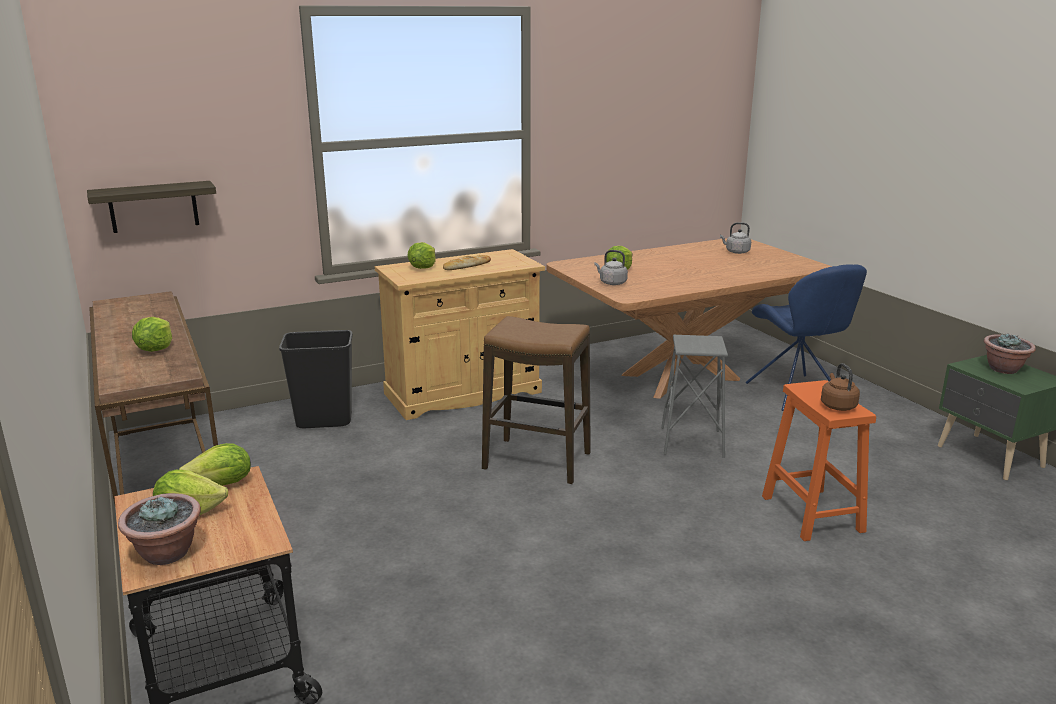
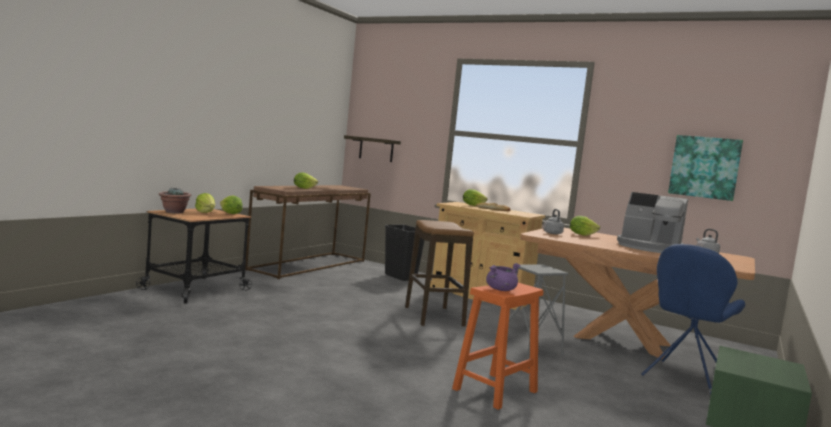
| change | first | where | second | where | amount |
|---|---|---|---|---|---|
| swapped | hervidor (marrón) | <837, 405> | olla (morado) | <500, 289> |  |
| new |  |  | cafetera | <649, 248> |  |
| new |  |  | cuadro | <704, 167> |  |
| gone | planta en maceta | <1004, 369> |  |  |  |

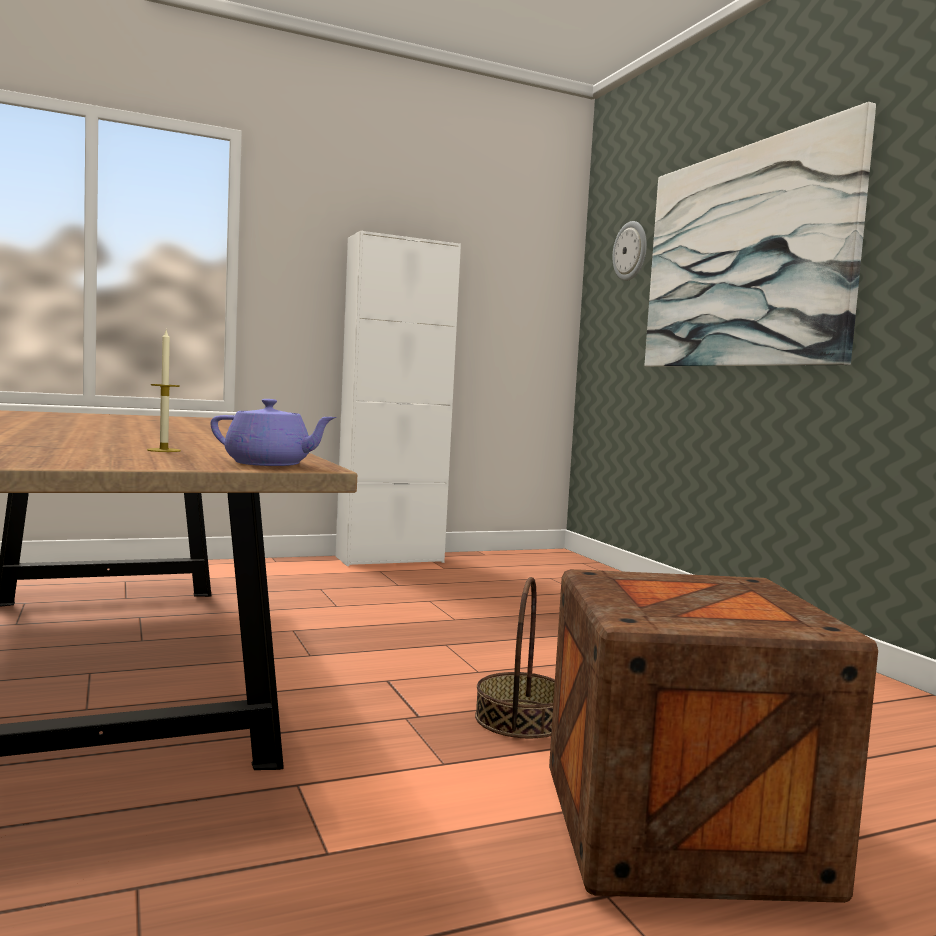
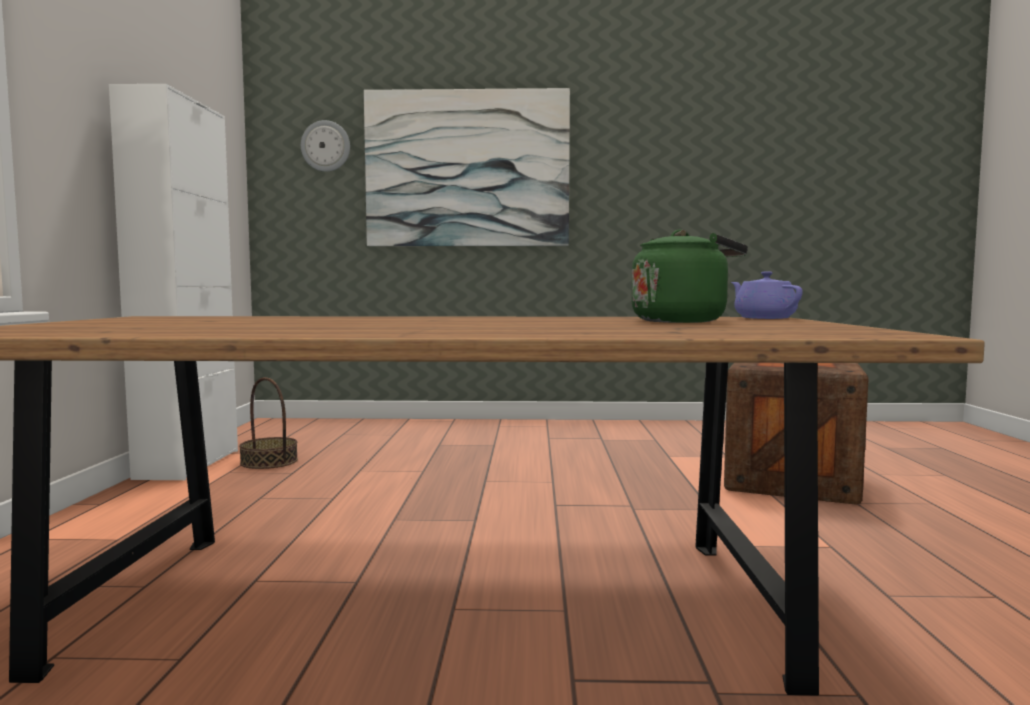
| change | first | where | second | where | amount |
|---|---|---|---|---|---|
| shifted | cesta | <521, 719> |  | <269, 461> |  |
| swapped | vela | <164, 450> | hervidor (verde) | <682, 321> |  |
| rotated | tetera (morado) | <270, 464> |  | <763, 318> | 60 degrees counterclockwise |

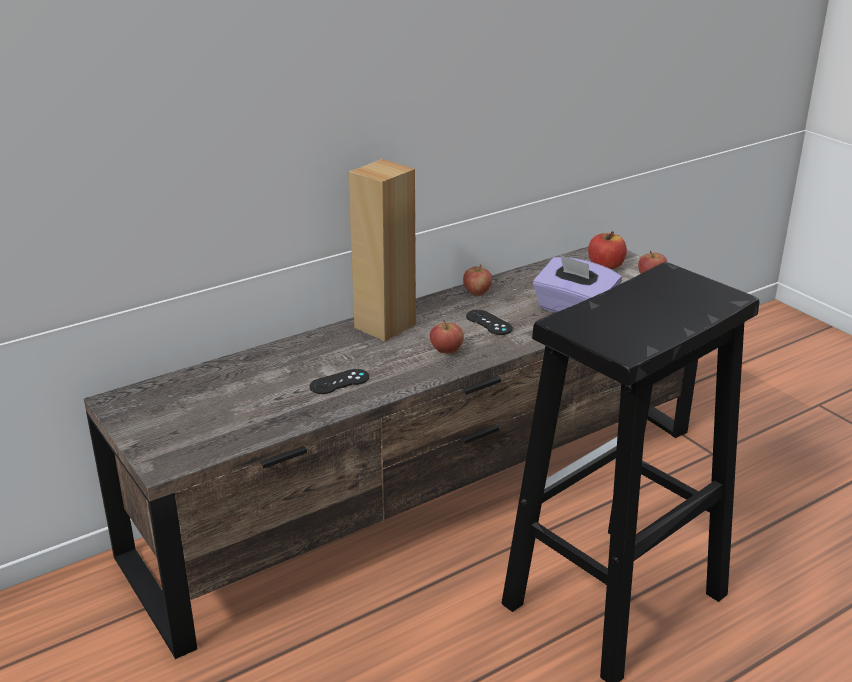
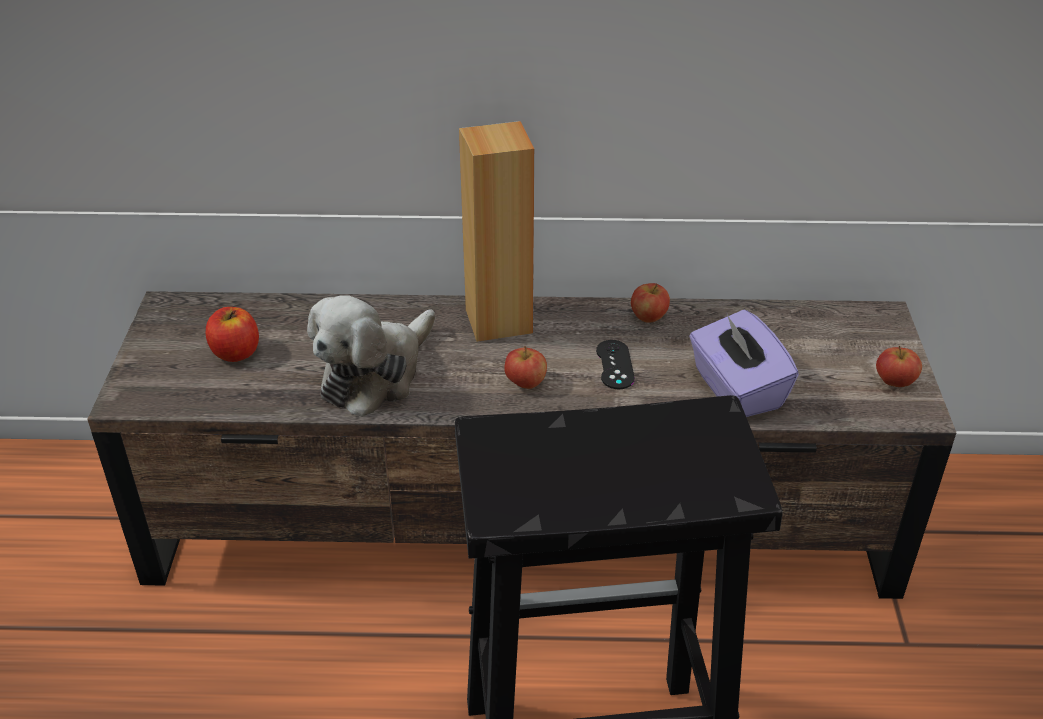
| change | first | where | second | where | amount |
|---|---|---|---|---|---|
| shifted | manzana | <605, 266> |  | <236, 352> |  |
| swapped | mando de consola (negro) | <339, 382> | peluche | <375, 374> |  |

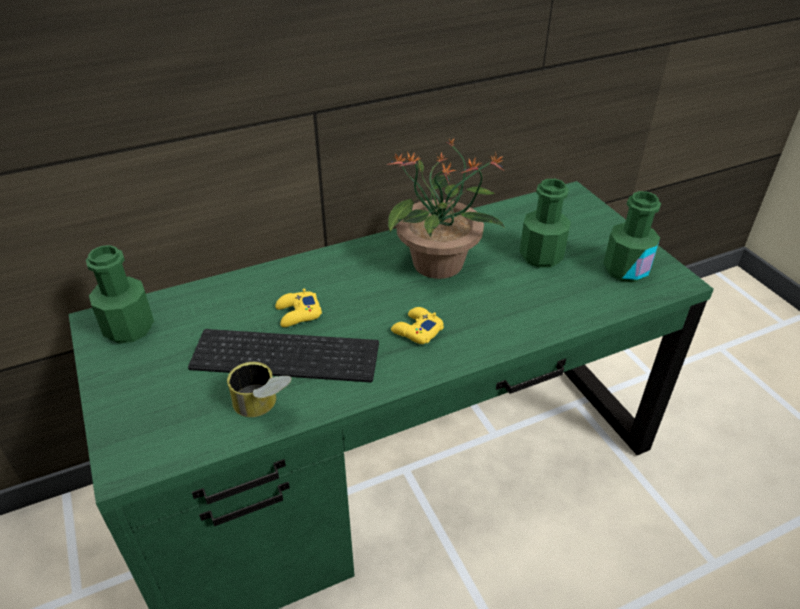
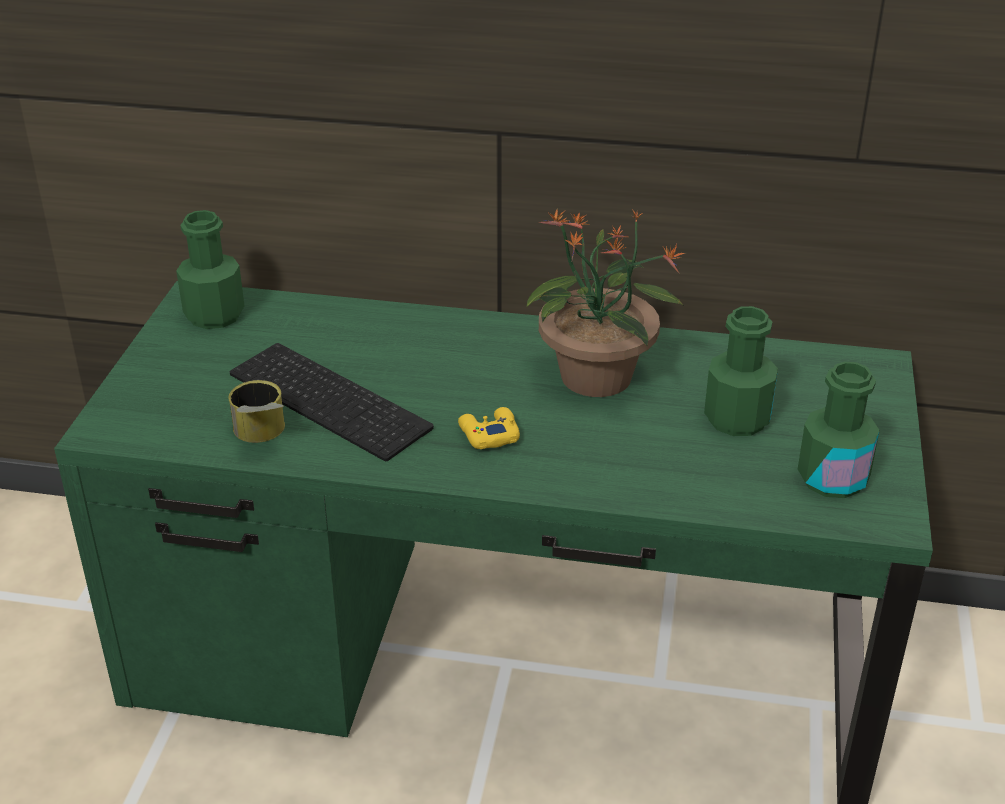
| change | first | where | second | where | amount |
|---|---|---|---|---|---|
| gone | mando de consola (amarillo) | <298, 314> |  |  |  |

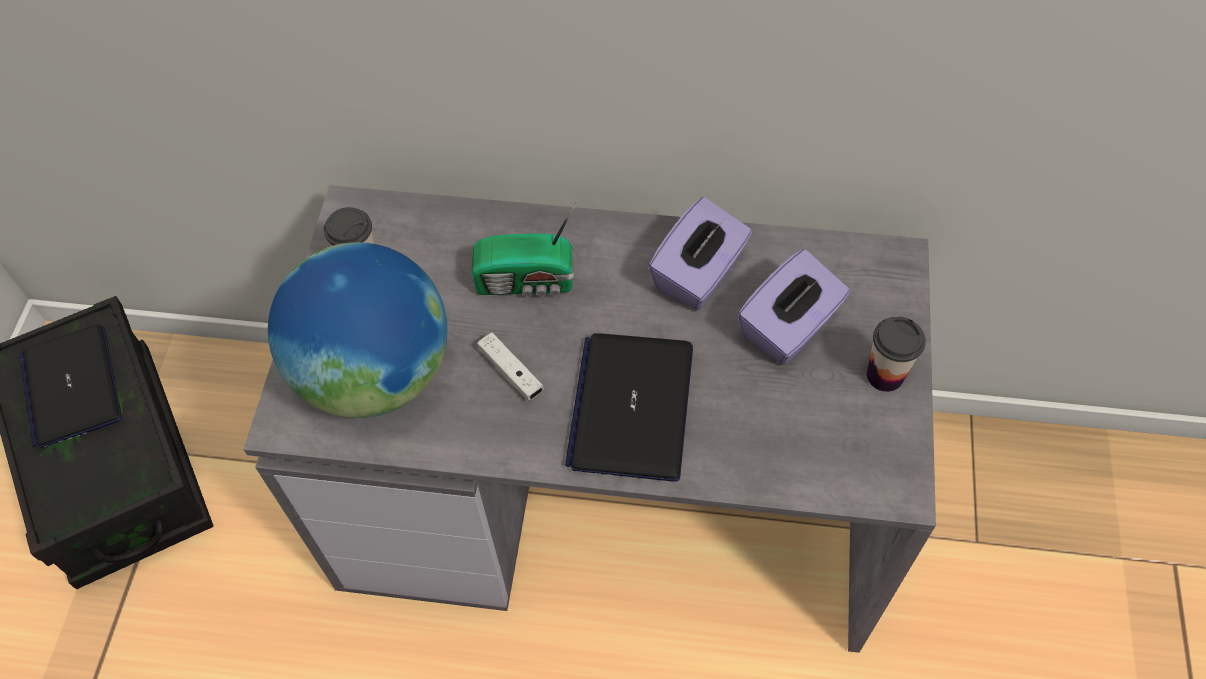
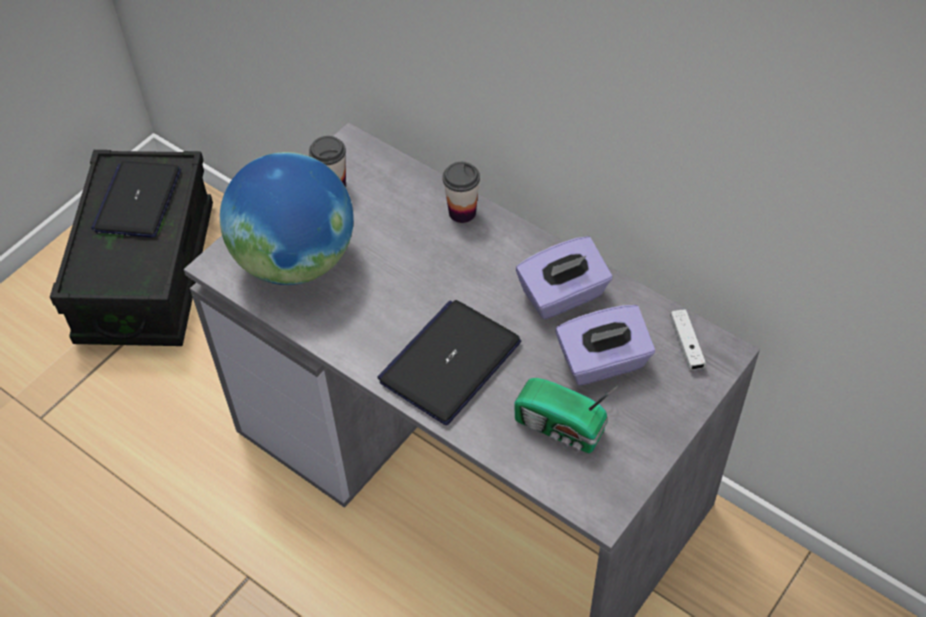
| change | first | where | second | where | amount |
|---|---|---|---|---|---|
| shifted | taza | <885, 375> |  | <462, 212> |  |
| shifted | radio | <528, 281> |  | <561, 429> |  |
| shifted | mando de consola (blanco) | <511, 372> |  | <686, 344> |  |

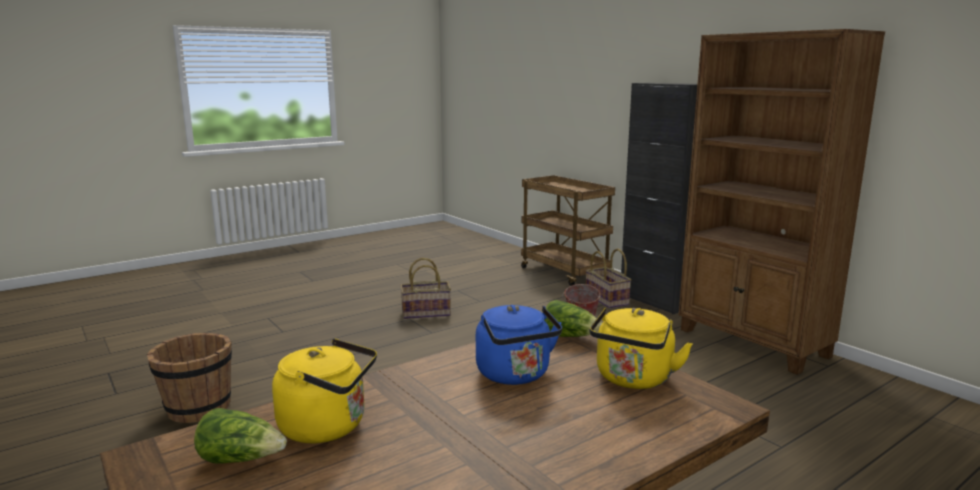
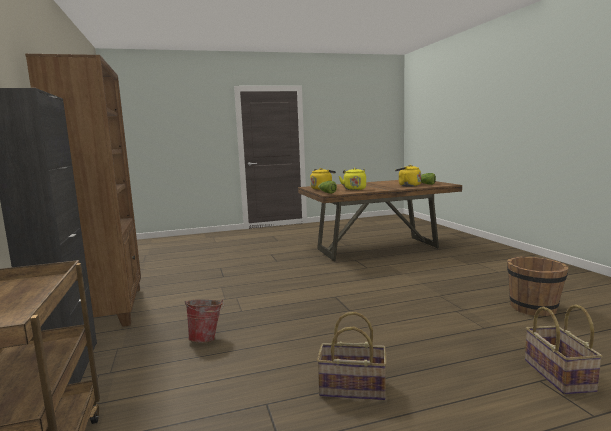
| change | first | where | second | where | amount |
|---|---|---|---|---|---|
| repainted | hervidor (azul) | <516, 375> | hervidor (amarillo) | <354, 189> |  |
| shifted | cesta | <607, 299> |  | <557, 375> |  |

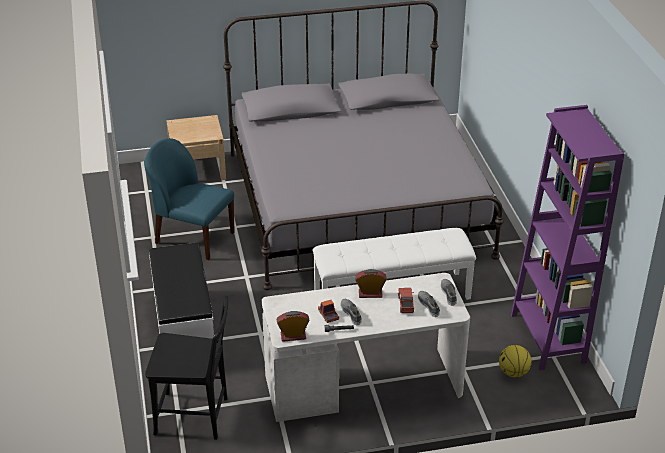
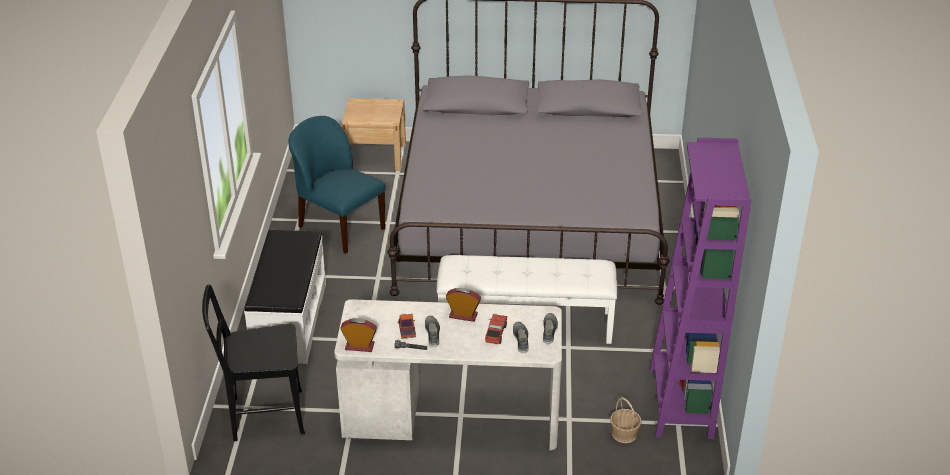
| change | first | where | second | where | amount |
|---|---|---|---|---|---|
| rotated | silla (negro) | <196, 416> |  | <262, 416> | 150 degrees clockwise |
| swapped | balón de baloncesto | <513, 373> | cesta | <624, 434> |  |

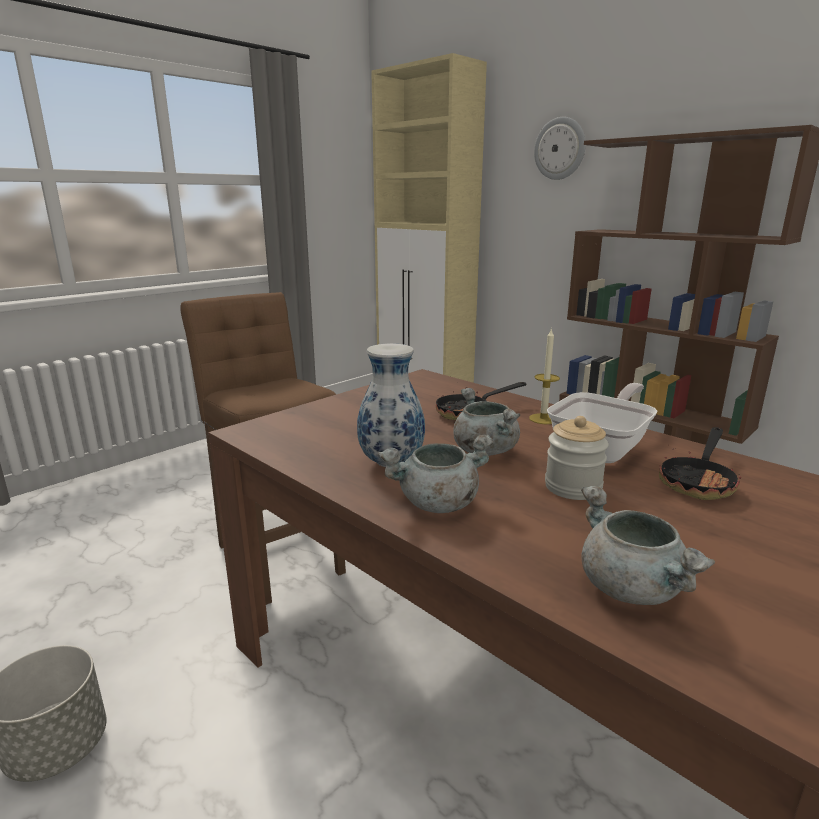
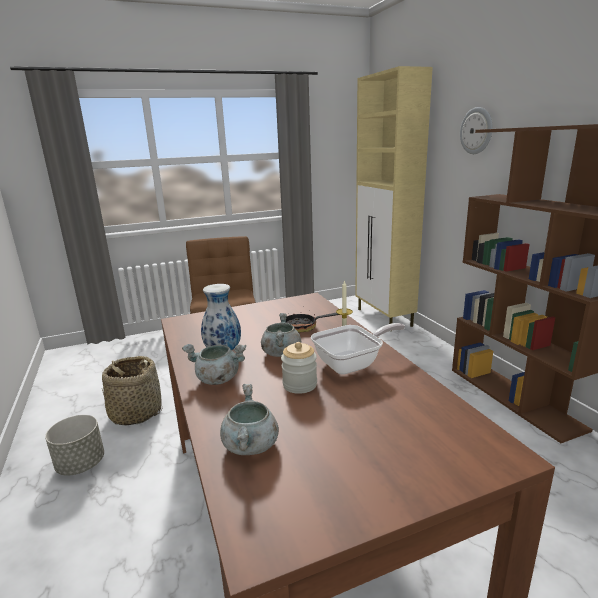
| change | first | where | second | where | amount |
|---|---|---|---|---|---|
| new |  |  | cesta | <136, 413> |  |
| gone | sartén | <699, 482> |  |  |  |

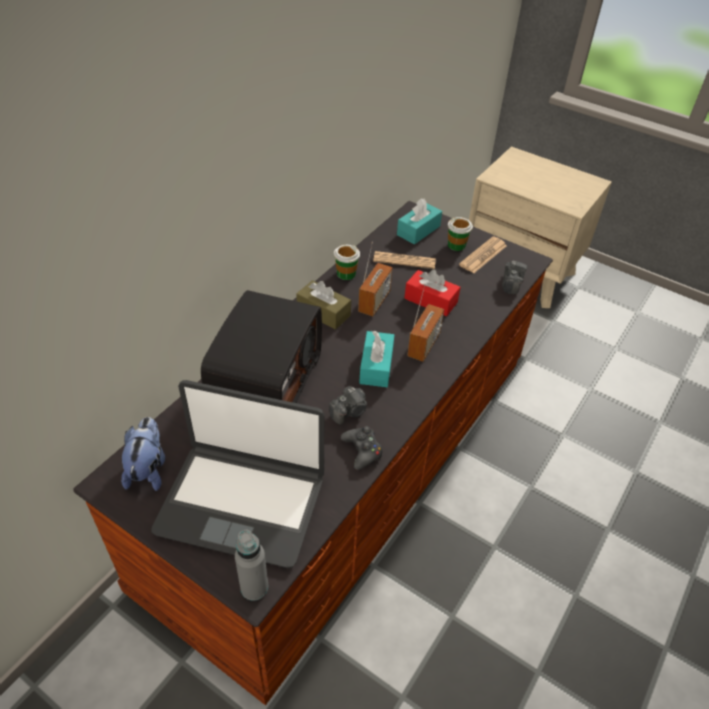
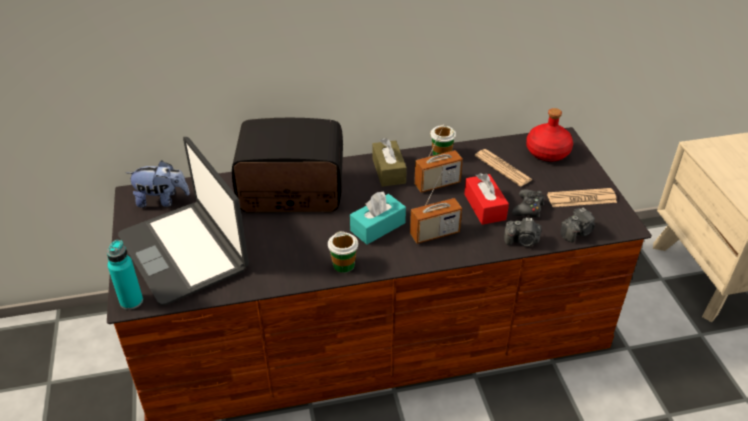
| change | first | where | second | where | amount |
|---|---|---|---|---|---|
| repainted | botella (gris) | <254, 587> | botella (turquesa) | <131, 301> |  |
| rotated | peluche | <148, 469> |  | <162, 200> | 45 degrees clockwise |
| rotated | radio | <265, 381> |  | <291, 192> | 150 degrees counterclockwise |
| shifted | taza | <456, 245> |  | <343, 265> |  |
| shifted | cámara | <349, 412> |  | <522, 241> |  |
| shifted | mando de consola (negro) | <362, 450> |  | <528, 208> |  |
| swapped | caja de pañuelos (turquesa) | <418, 230> | botella (rojo) | <547, 152> |  |

